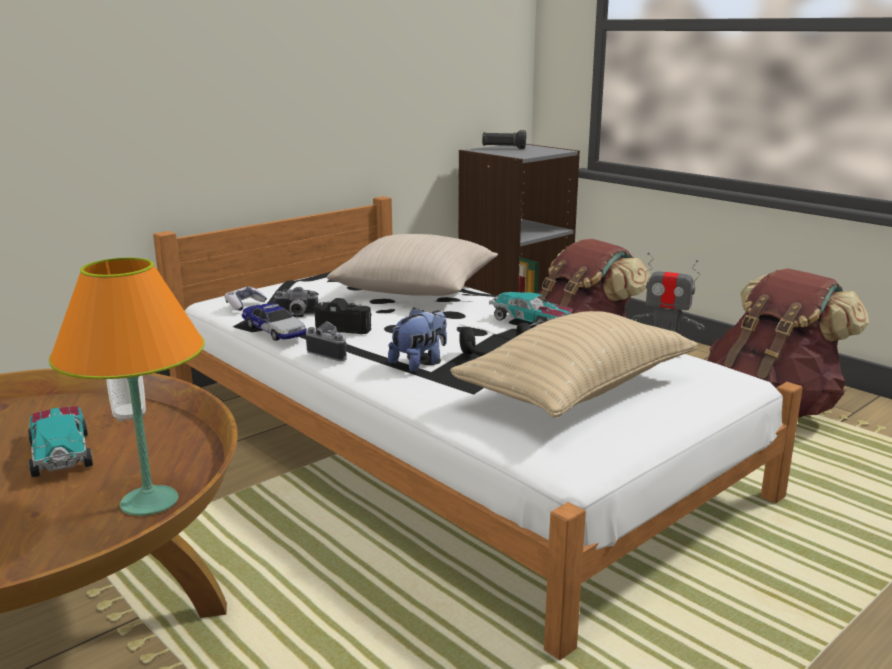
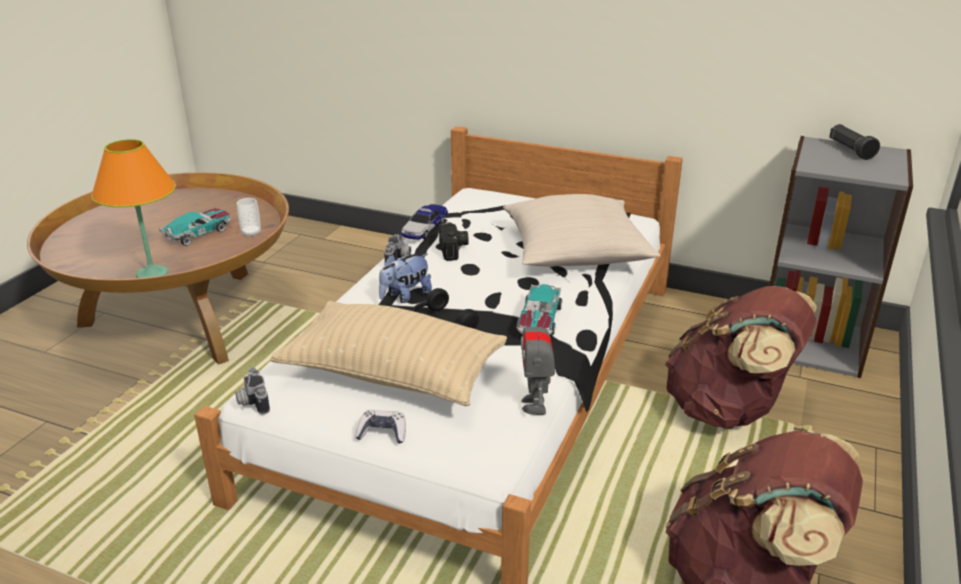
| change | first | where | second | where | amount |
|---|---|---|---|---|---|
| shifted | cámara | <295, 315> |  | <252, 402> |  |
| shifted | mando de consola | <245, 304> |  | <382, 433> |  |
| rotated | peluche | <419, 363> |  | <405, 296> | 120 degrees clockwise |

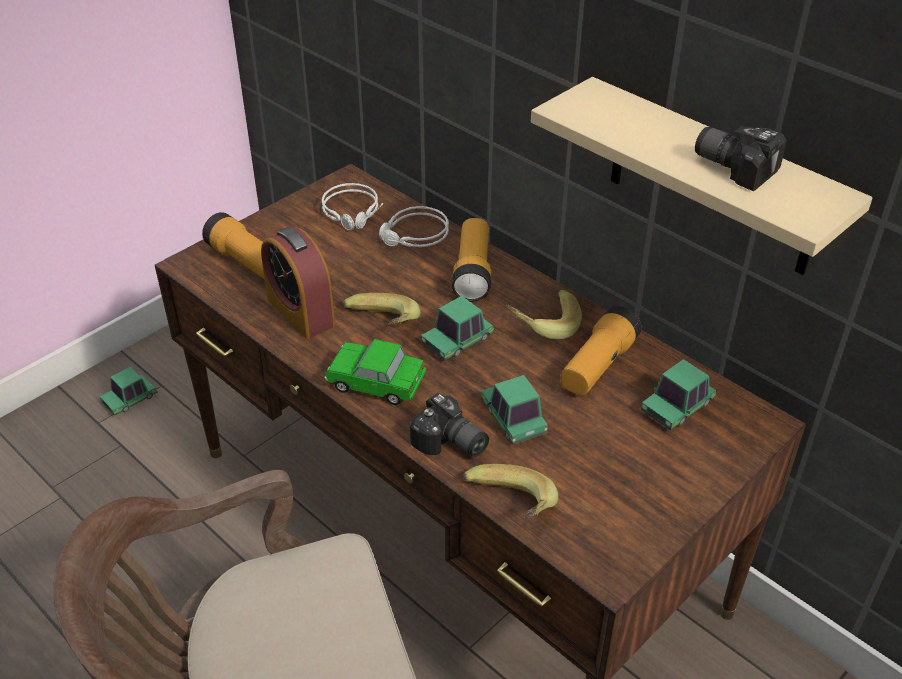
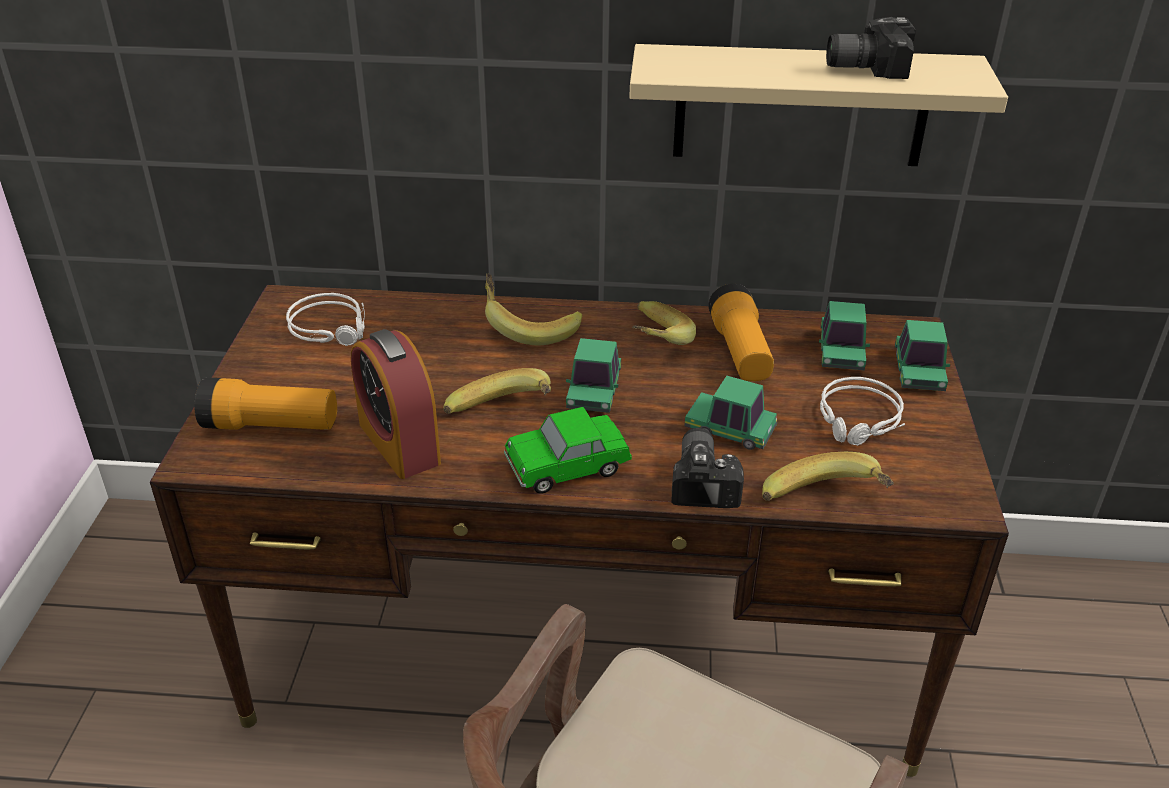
| change | first | where | second | where | amount |
|---|---|---|---|---|---|
| rotated | despertador | <301, 312> |  | <399, 443> | 45 degrees clockwise |
| swapped | linterna | <473, 272> | plátano | <528, 327> |  |
| rotated | cámara | <450, 444> |  | <705, 481> | 90 degrees counterclockwise |
| shifted | auriculares (gris) | <414, 236> |  | <860, 420> |  |
| shifted | coche de juguete | <130, 399> |  | <918, 371> |  |

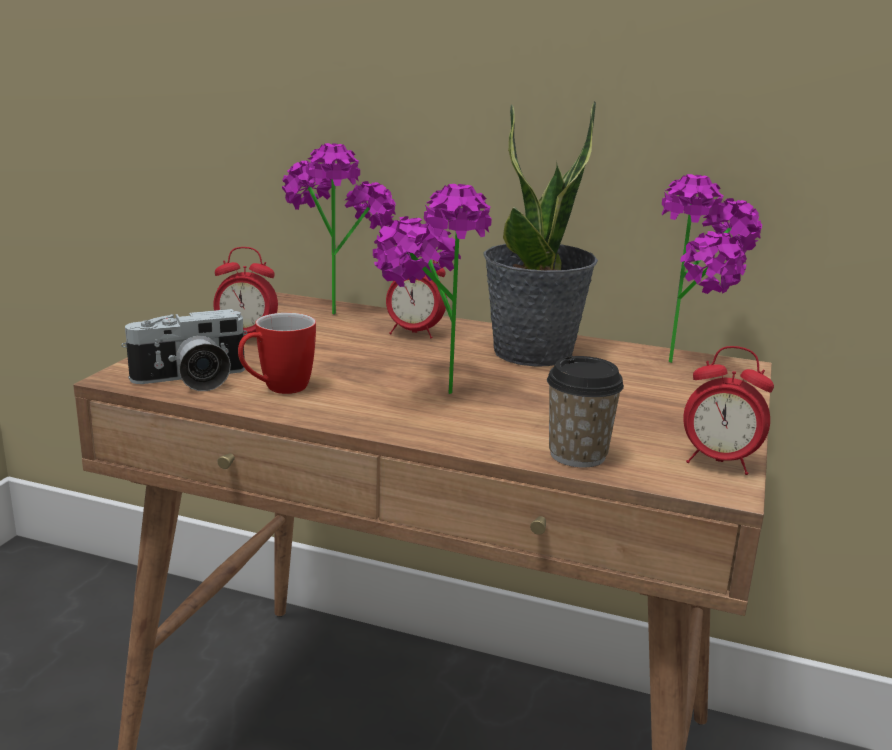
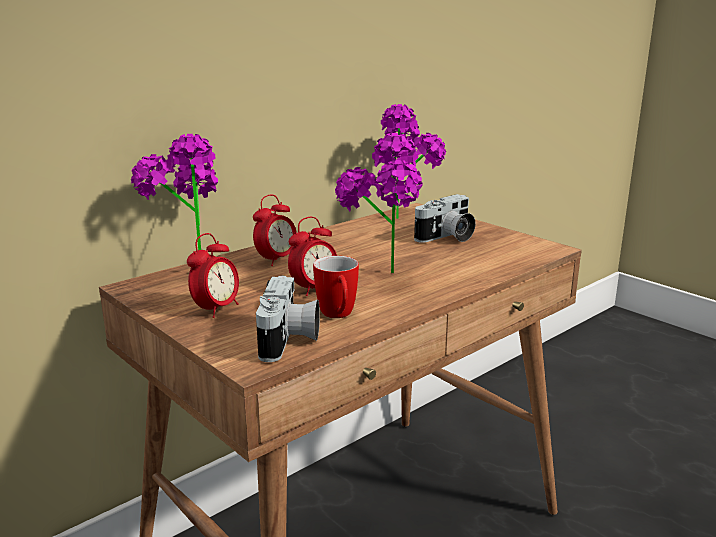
| change | first | where | second | where | amount |
|---|---|---|---|---|---|
| shifted | despertador | <718, 463> |  | <314, 289> |  |
| new |  |  | cámara | <447, 237> |  |
| gone | planta en maceta | <533, 353> |  |  |  |
| gone | taza | <577, 455> |  |  |  |

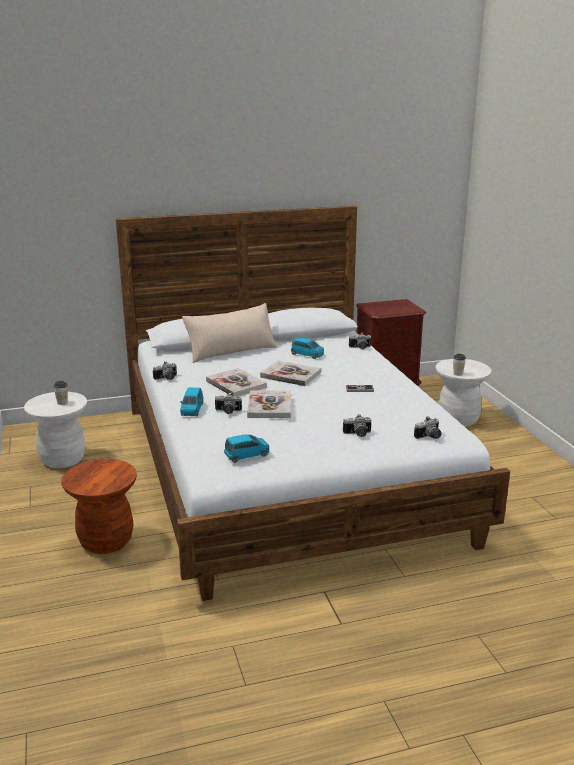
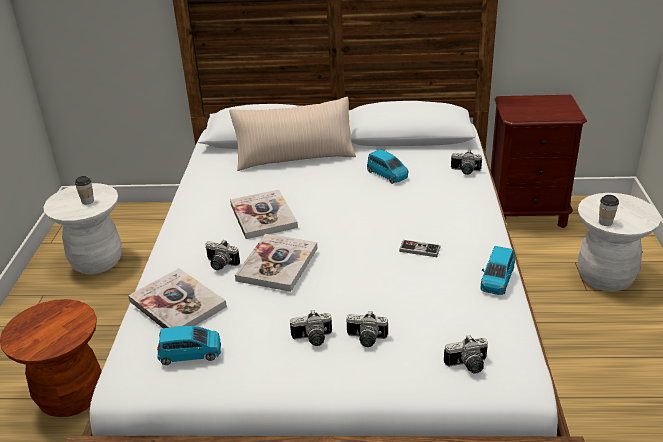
| change | first | where | second | where | amount |
|---|---|---|---|---|---|
| shifted | libro | <290, 375> |  | <177, 304> |  |
| shifted | cámara | <166, 378> |  | <313, 339> |  |
| shifted | coche de juguete (azul) | <192, 410> |  | <497, 280> |  |

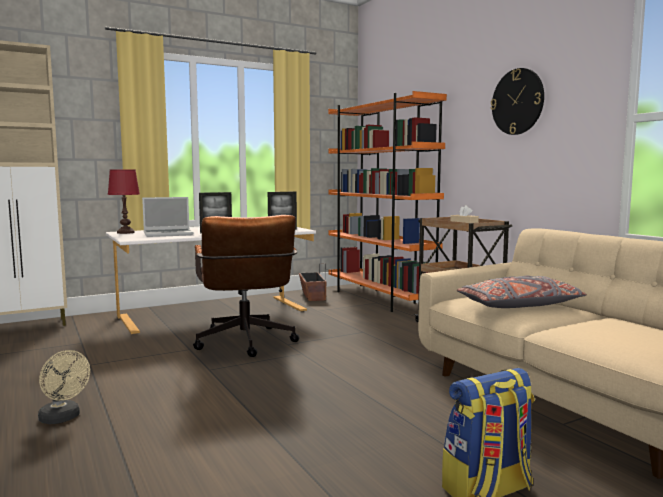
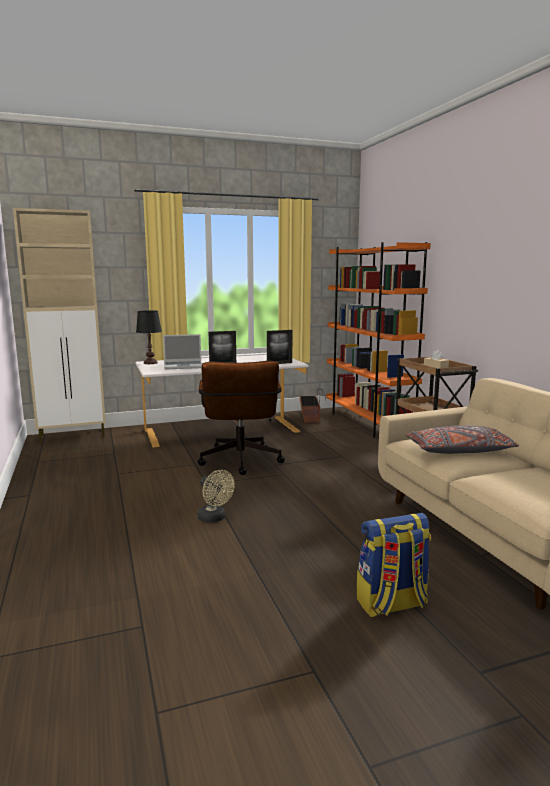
| change | first | where | second | where | amount |
|---|---|---|---|---|---|
| repainted | lámpara de mesa (rojo) | <125, 232> | lámpara de mesa (negro) | <150, 363> |  |
| shifted | ventilador (beis) | <63, 418> |  | <214, 518> |  |
| gone | reloj de pared | <517, 101> |  |  |  |

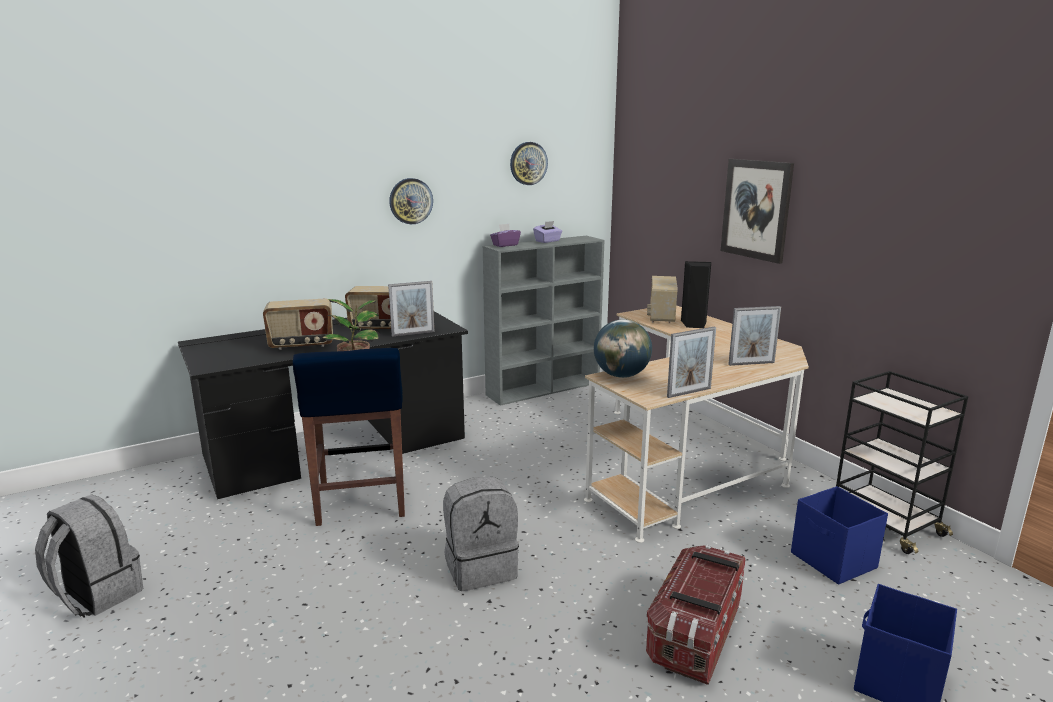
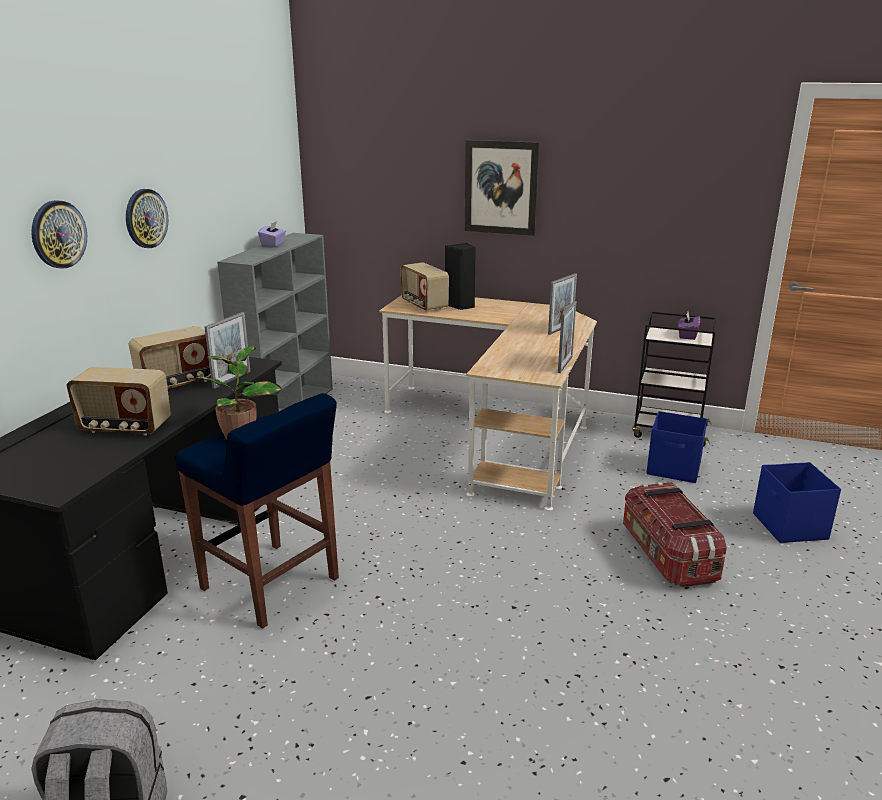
| change | first | where | second | where | amount |
|---|---|---|---|---|---|
| shifted | reloj de pared | <528, 163> |  | <58, 234> |  |
| rotated | radio | <301, 345> |  | <124, 428> | 60 degrees clockwise |
| shifted | caja de pañuelos (morado) | <505, 245> |  | <687, 335> |  |
| gone | mochila (gris) | <481, 568> |  |  |  |
| gone | globo terráqueo | <621, 375> |  |  |  |

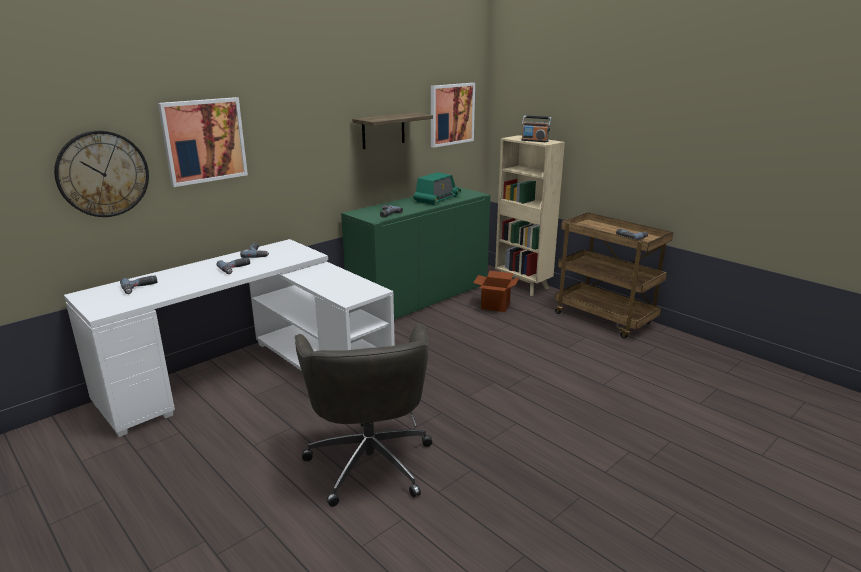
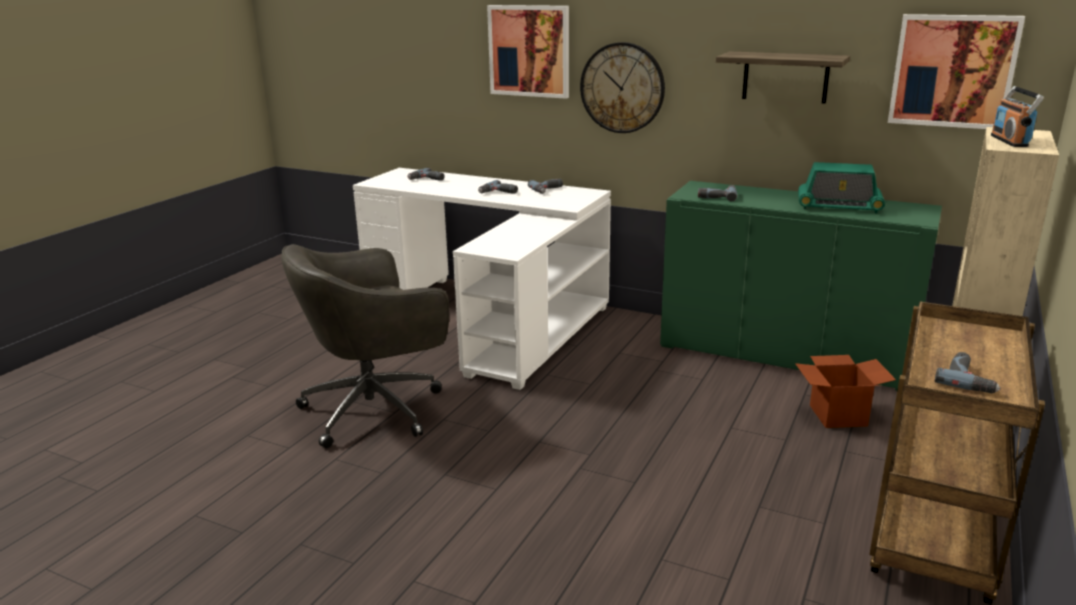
| change | first | where | second | where | amount |
|---|---|---|---|---|---|
| shifted | reloj de pared | <103, 174> |  | <622, 88> |  |

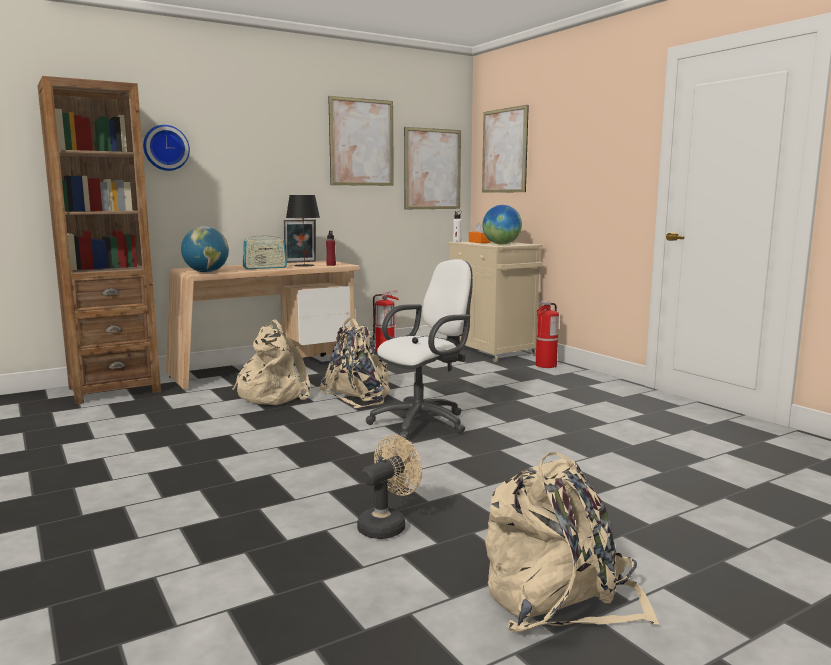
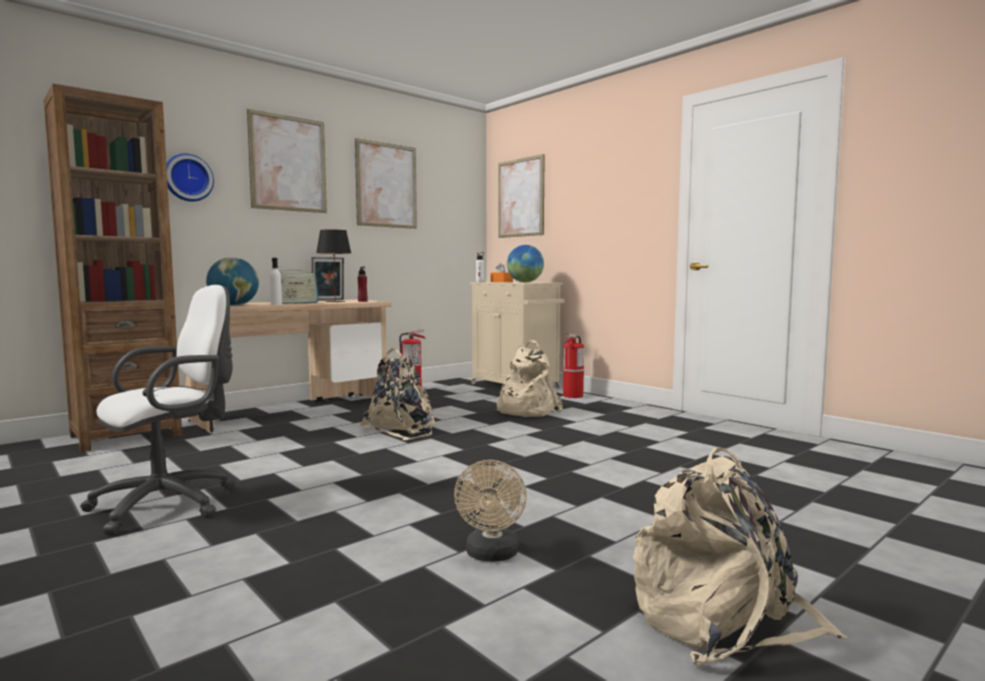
| change | first | where | second | where | amount |
|---|---|---|---|---|---|
| shifted | silla de oficina (blanco) | <424, 422> |  | <171, 503> |  |
| shifted | cuadro | <432, 169> |  | <288, 163> |  |
| new |  |  | botella (blanco) | <276, 304> |  |
| rotated | ventilador (beis) | <387, 525> |  | <491, 555> | 150 degrees clockwise |
| shifted | mochila (beis) | <272, 395> |  | <525, 410> |  |

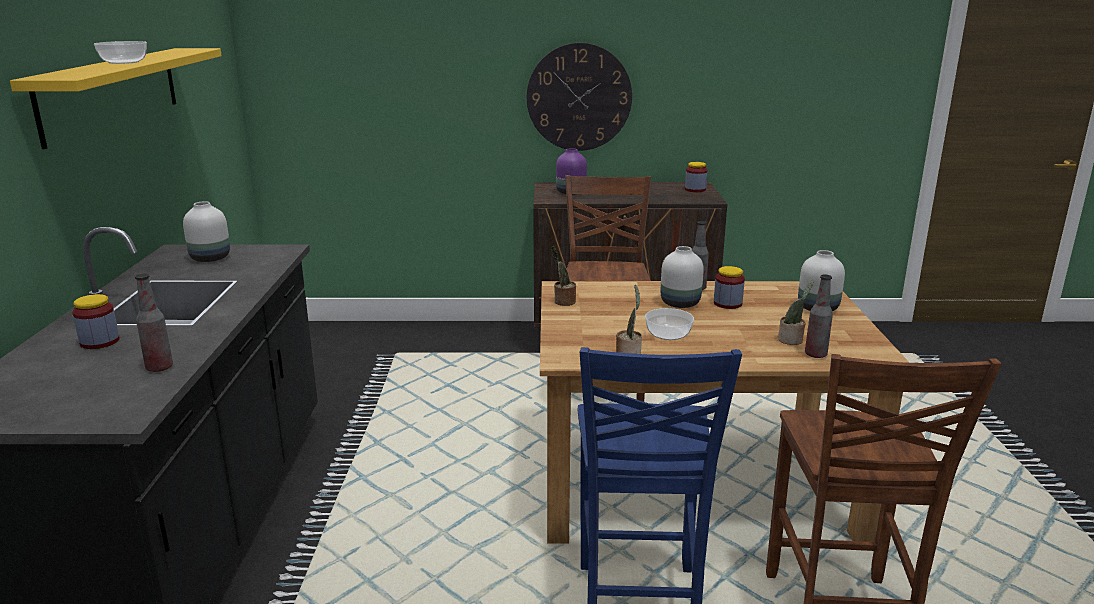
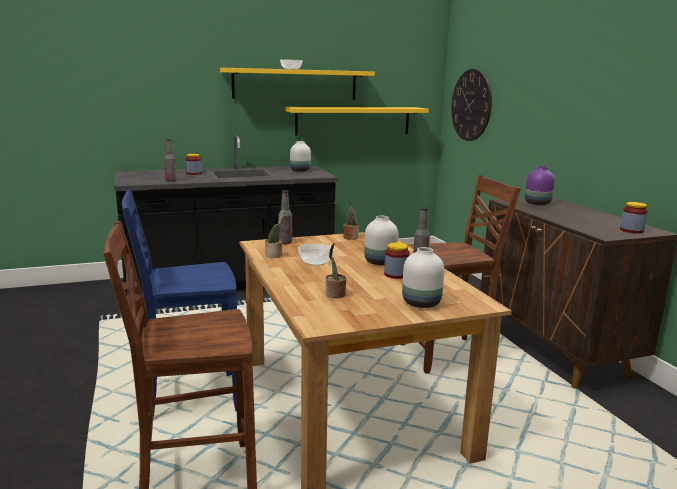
| change | first | where | second | where | amount |
|---|---|---|---|---|---|
| shifted | botella | <815, 354> |  | <285, 243> |  |
| new |  |  | estante (amarillo) | <353, 120> |  |
| shifted | reloj de pared | <579, 97> |  | <471, 105> |  |

